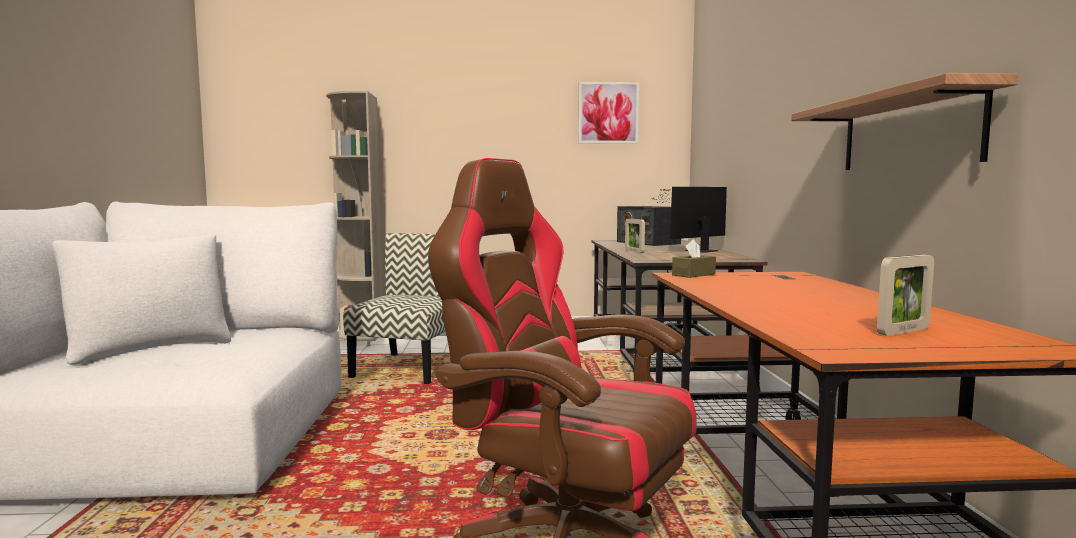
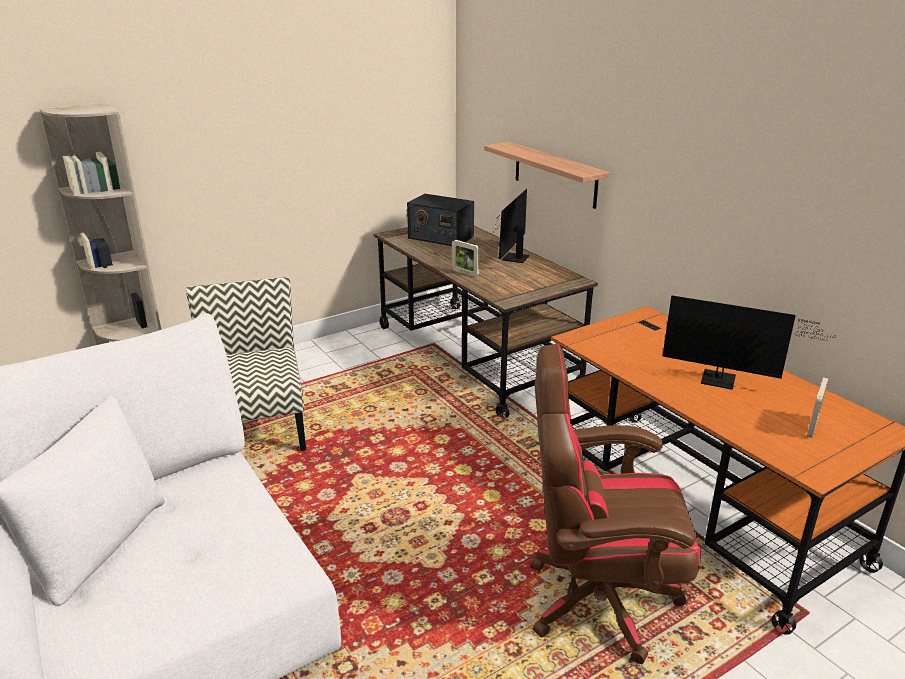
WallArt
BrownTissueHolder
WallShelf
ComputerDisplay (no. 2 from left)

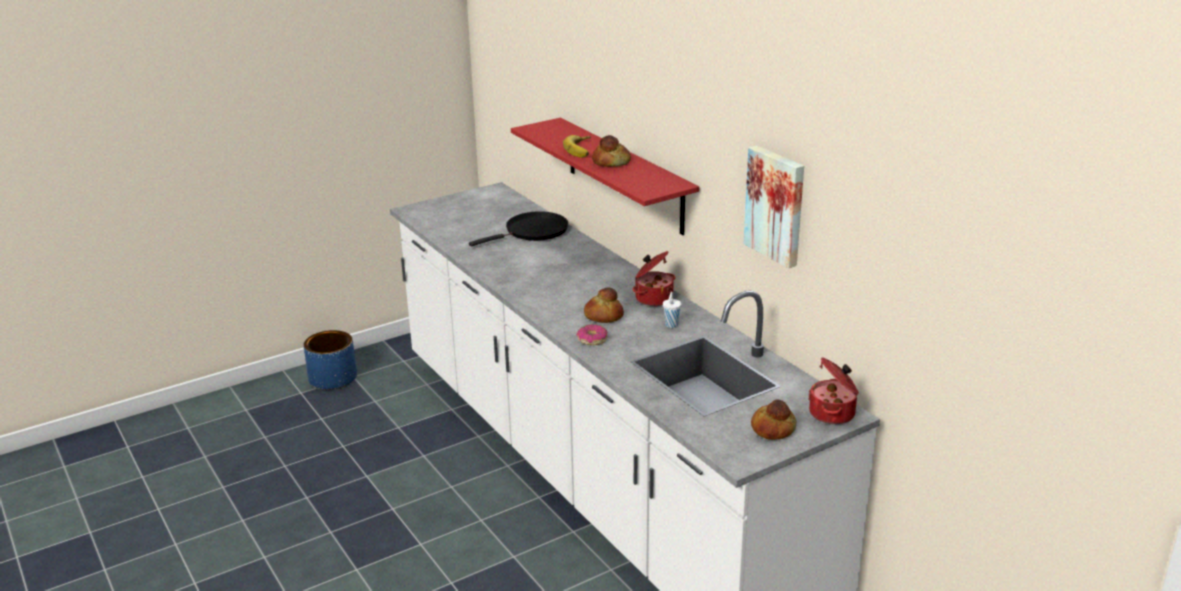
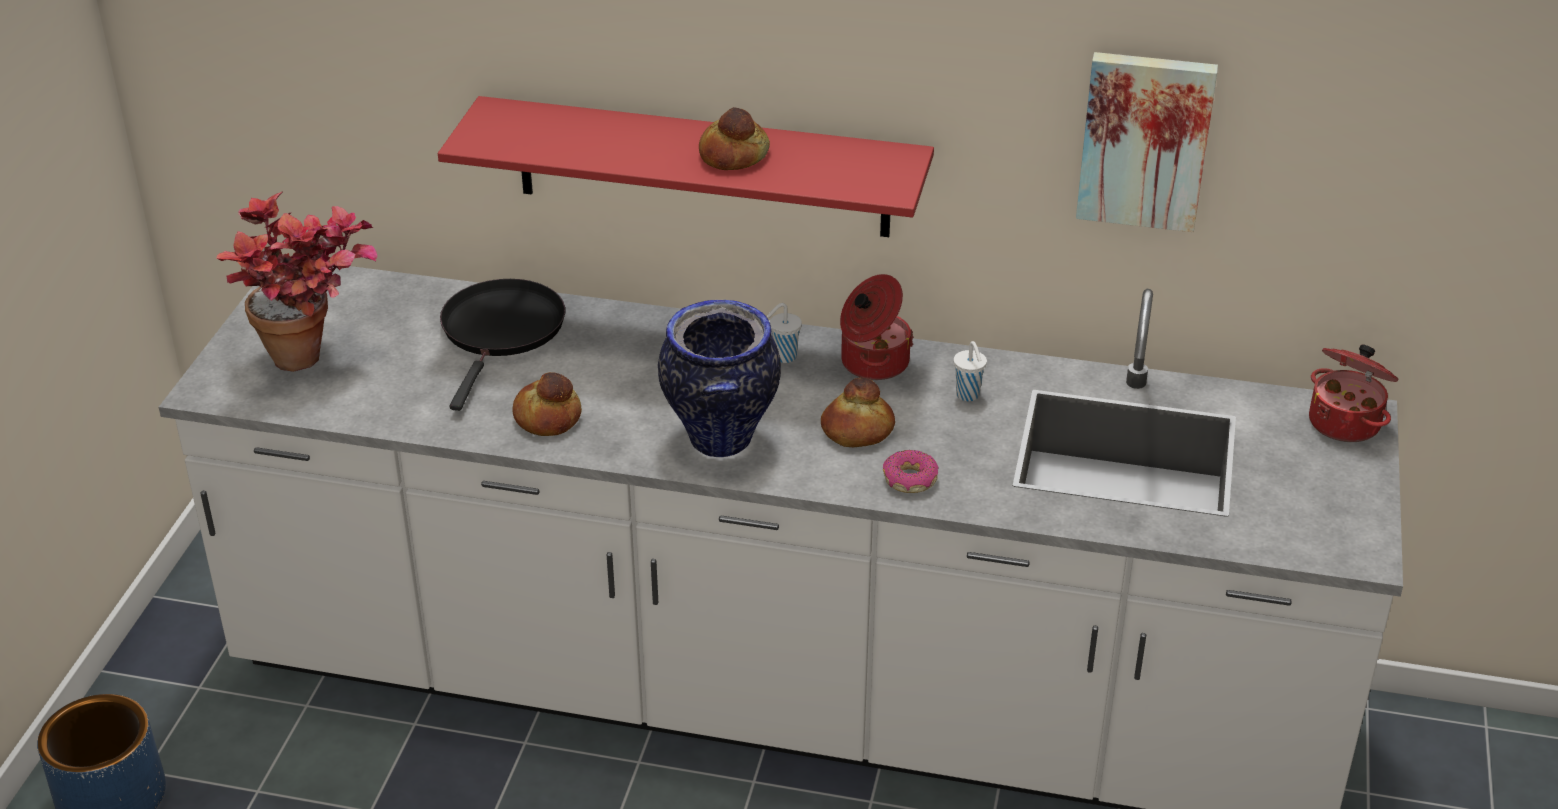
BananaFruit
BakeryBread (no. 1 from left)
Houseplant
FlowerVase
WhiteCup (no. 1 from left)

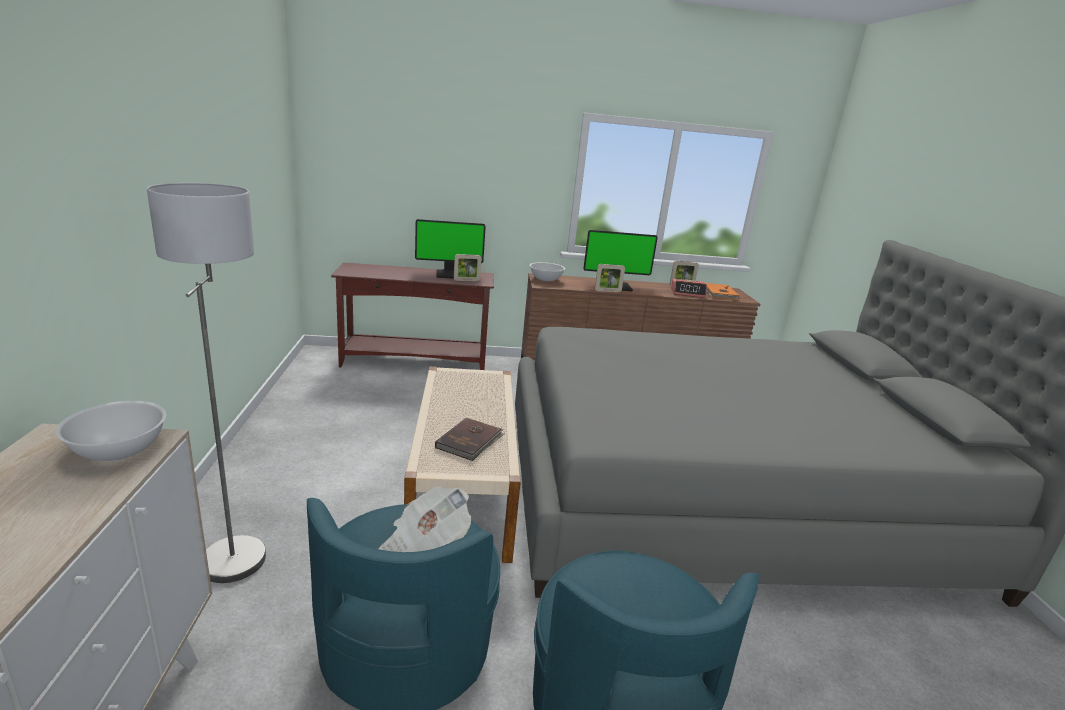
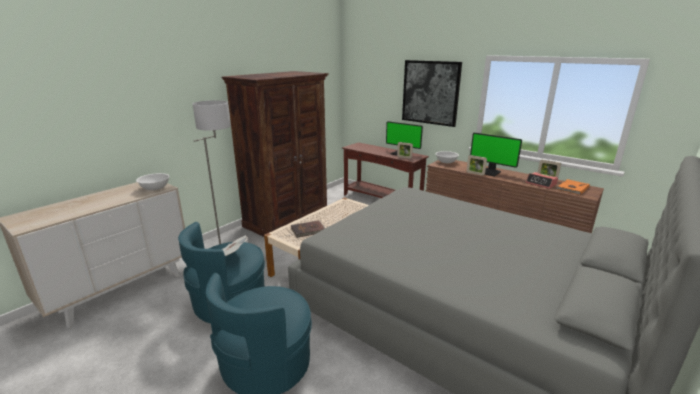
BrownClothesCupboard
WallArt

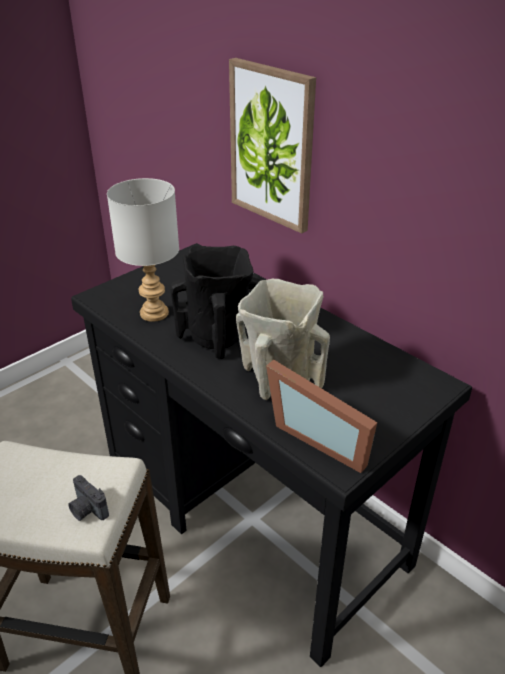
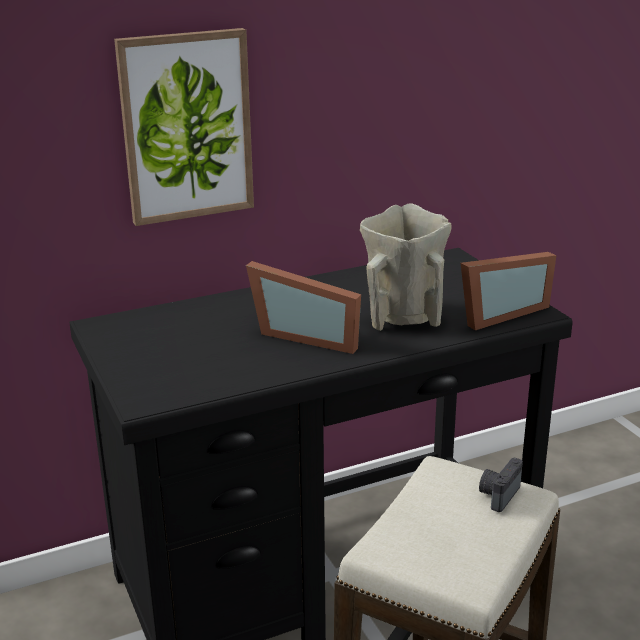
PhotoCamera
GreyishTableLamp
PictureFrame (no. 1 from left)

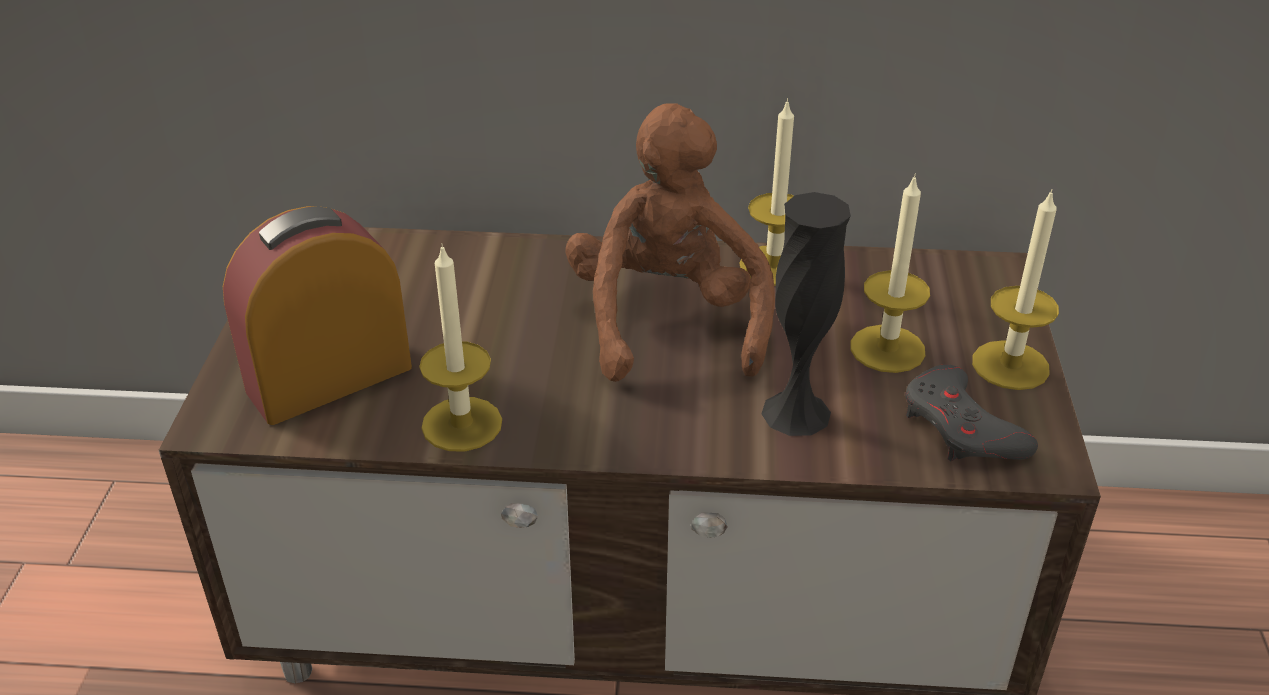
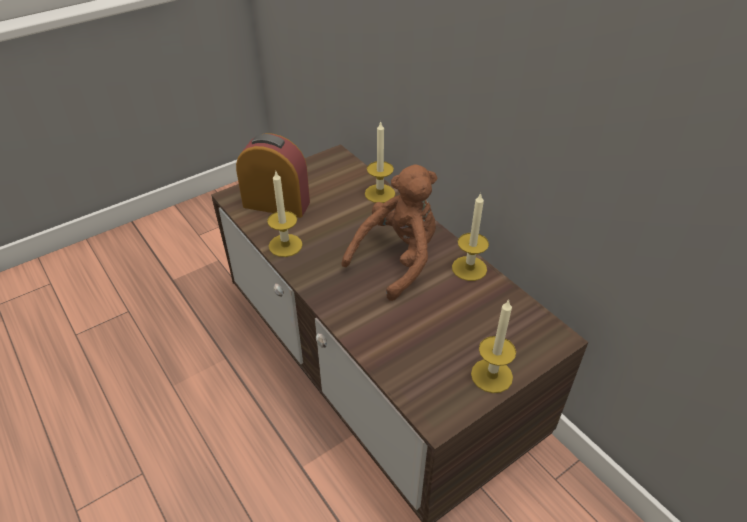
BlackishFlowerVase
Candle (no. 2 from left)
GreyishJoypad

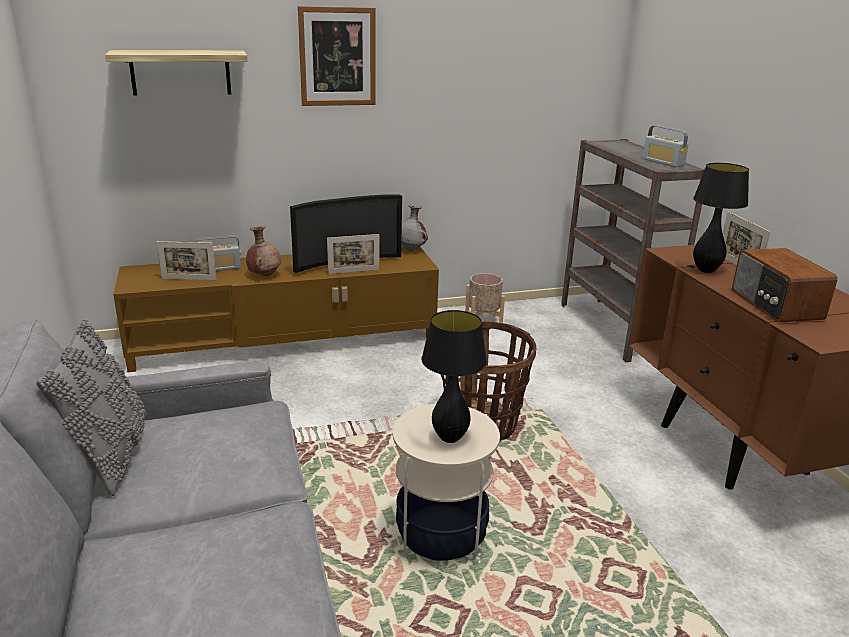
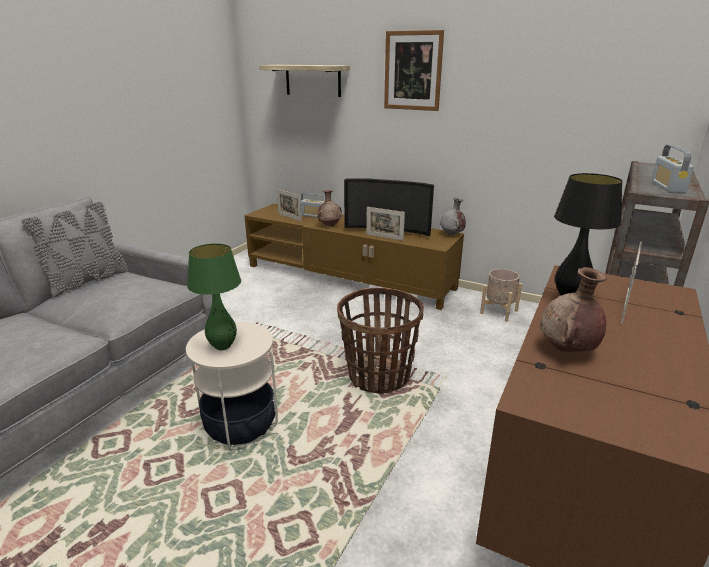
GreenishTableLamp
BrownFlowerVase (no. 2 from left)

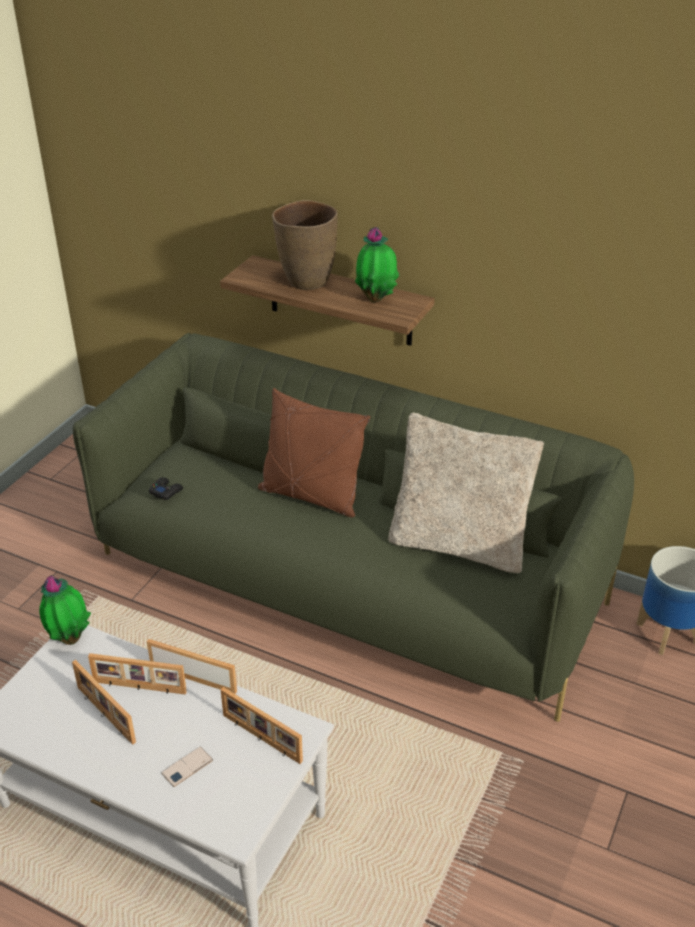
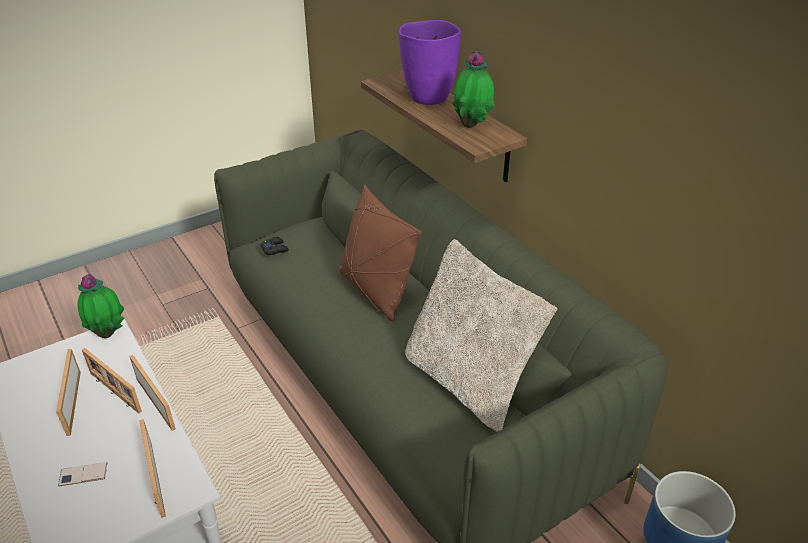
PurpleFlowerVase

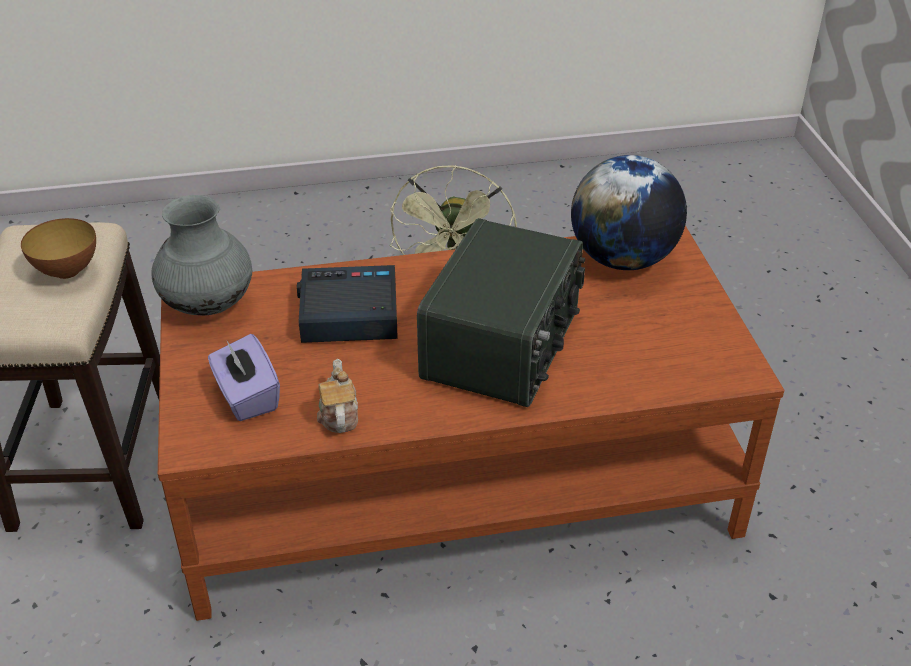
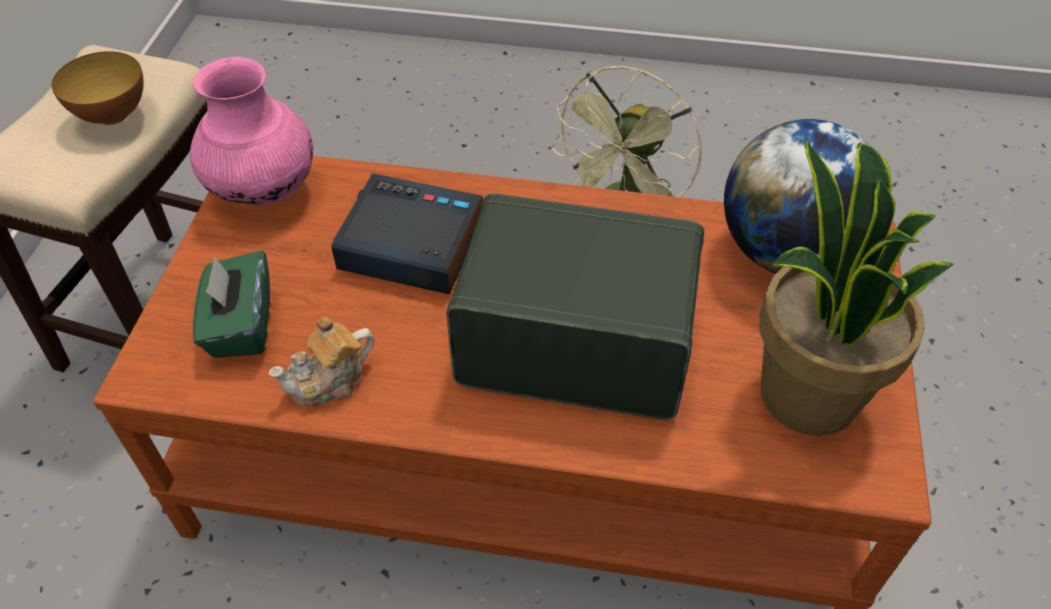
PinkishFlowerVase
GreenishTissueHolder
PotForTea
RadioReceiver
Houseplant

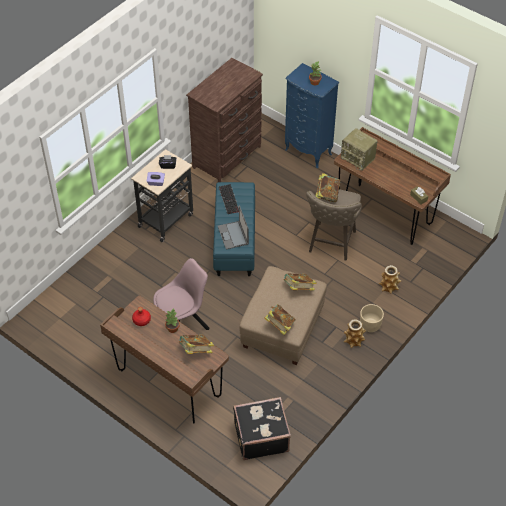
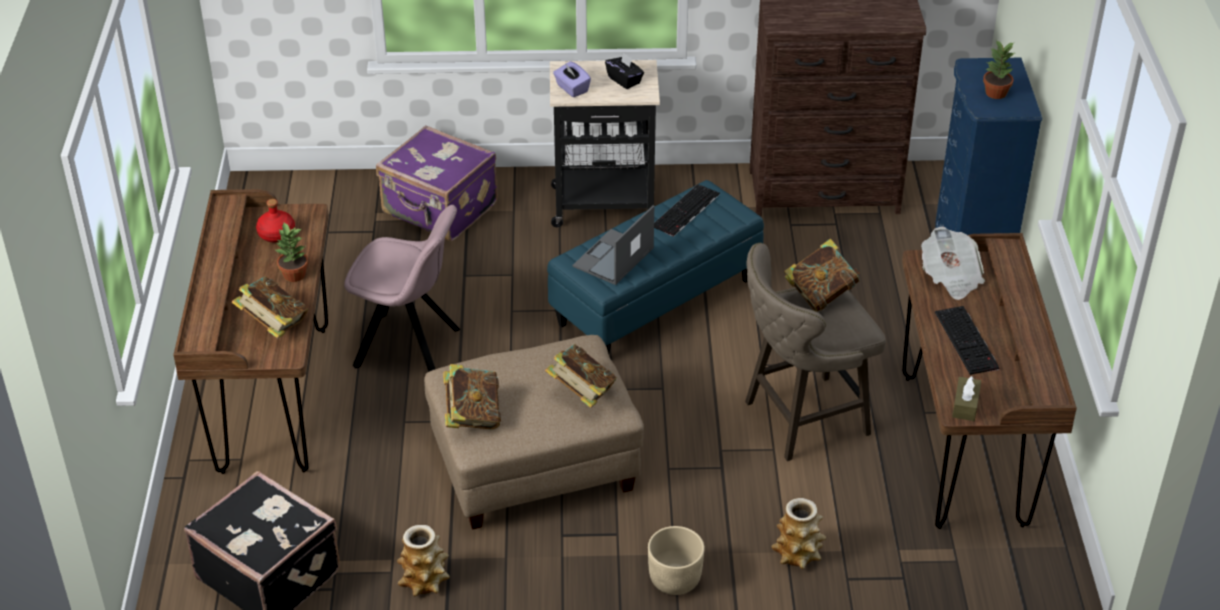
Newspaper
FlowerVase (no. 1 from left)
PurpleTravelCase
PcKeyboard (no. 2 from left)

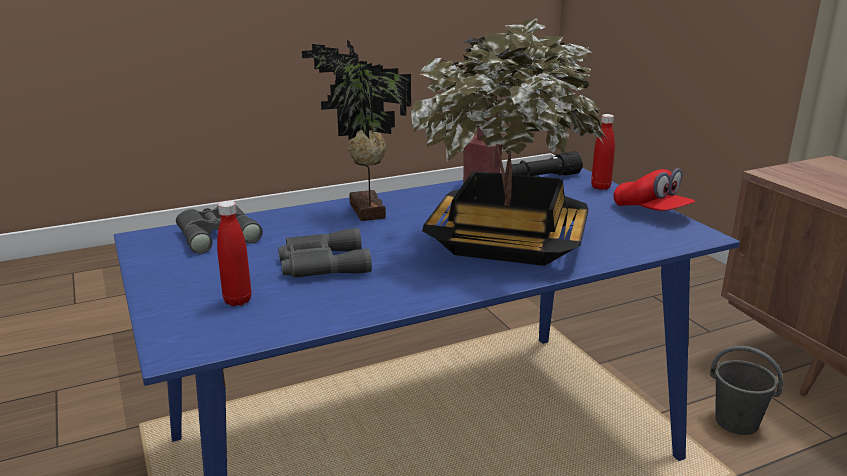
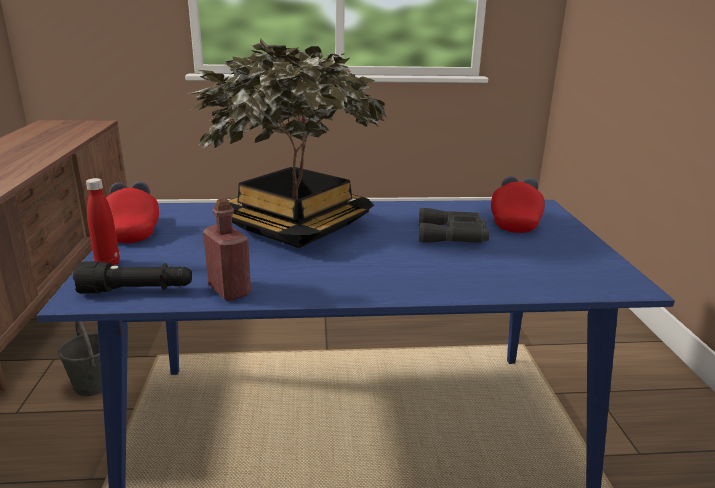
GreyishBinoculars (no. 1 from left in the first image)
RedColouredPeakedCap (no. 2 from left)
Houseplant (no. 1 from left in the first image)

